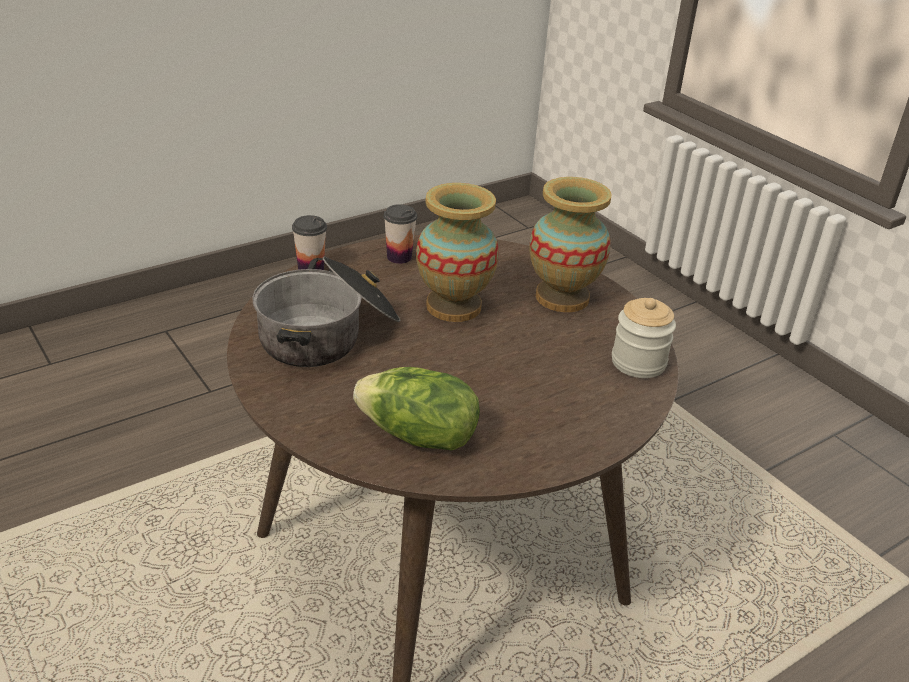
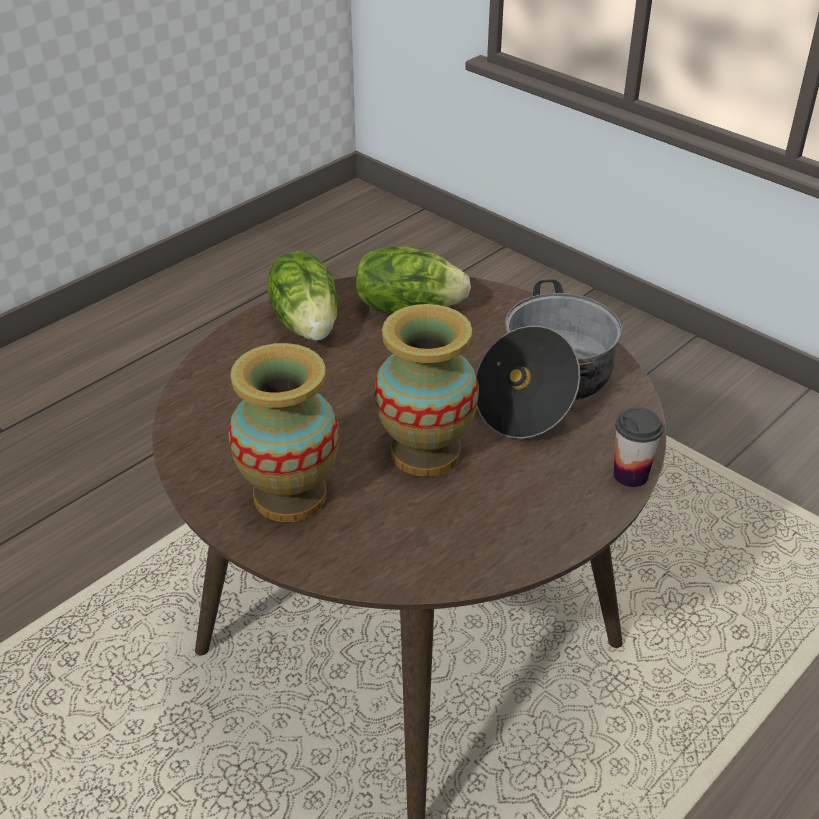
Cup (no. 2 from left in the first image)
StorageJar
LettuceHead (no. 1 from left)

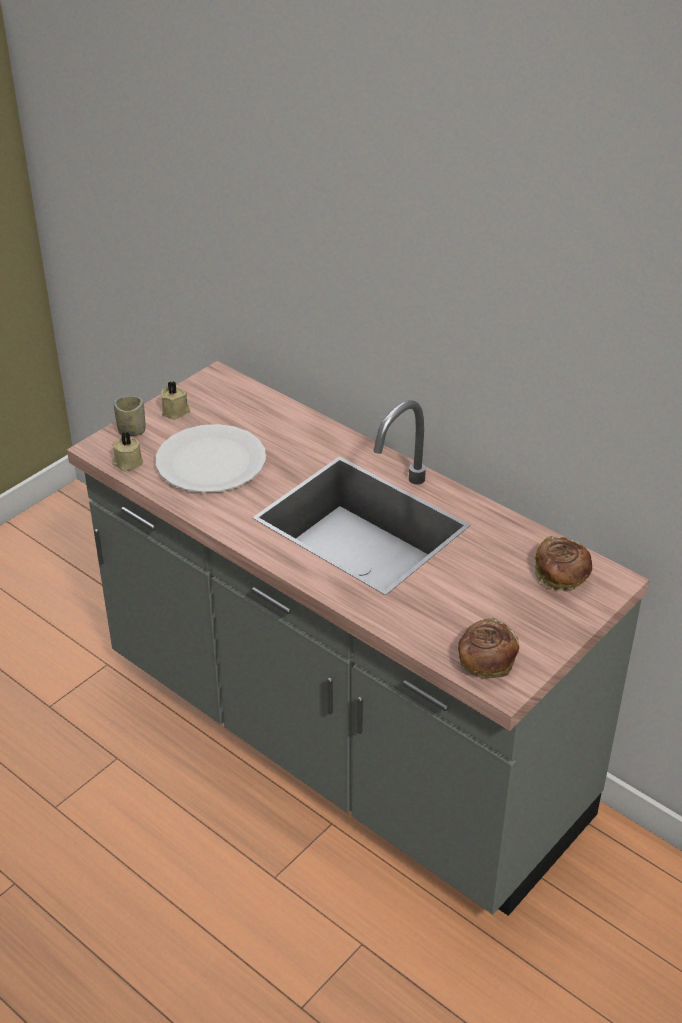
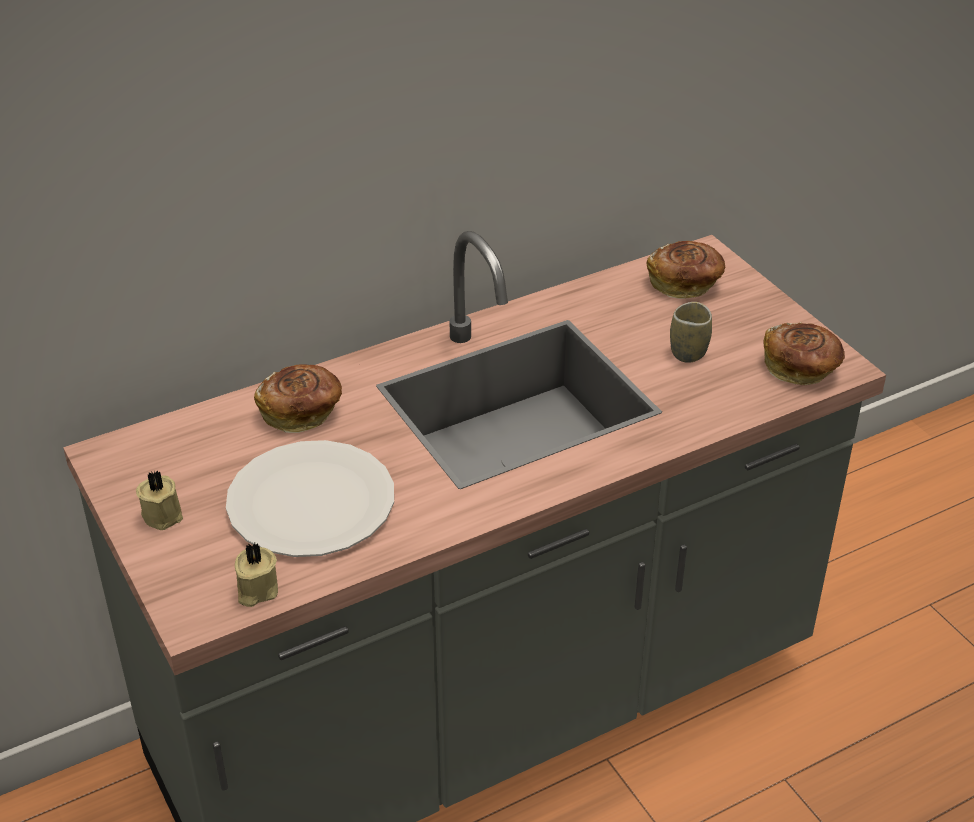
Cup
BakeryBread (no. 1 from left)

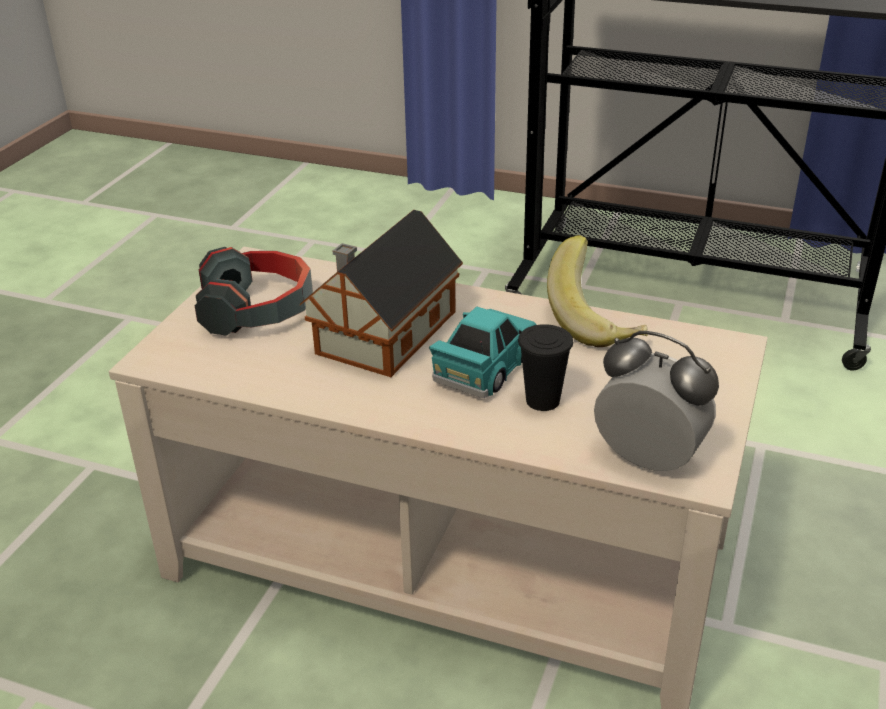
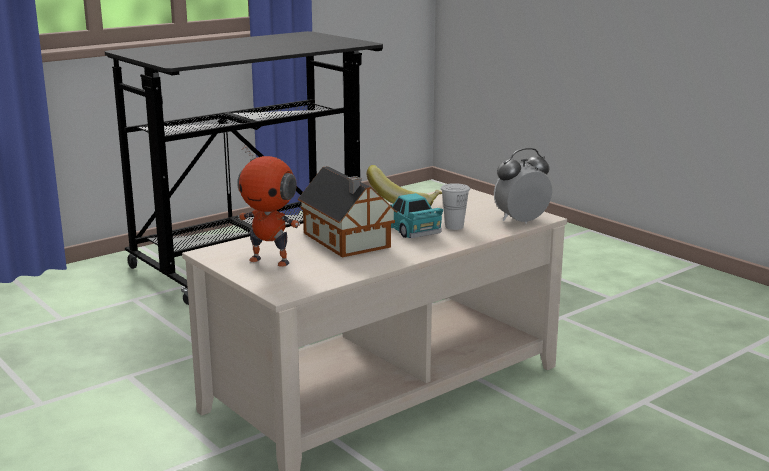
ModelRobot
WhiteCup

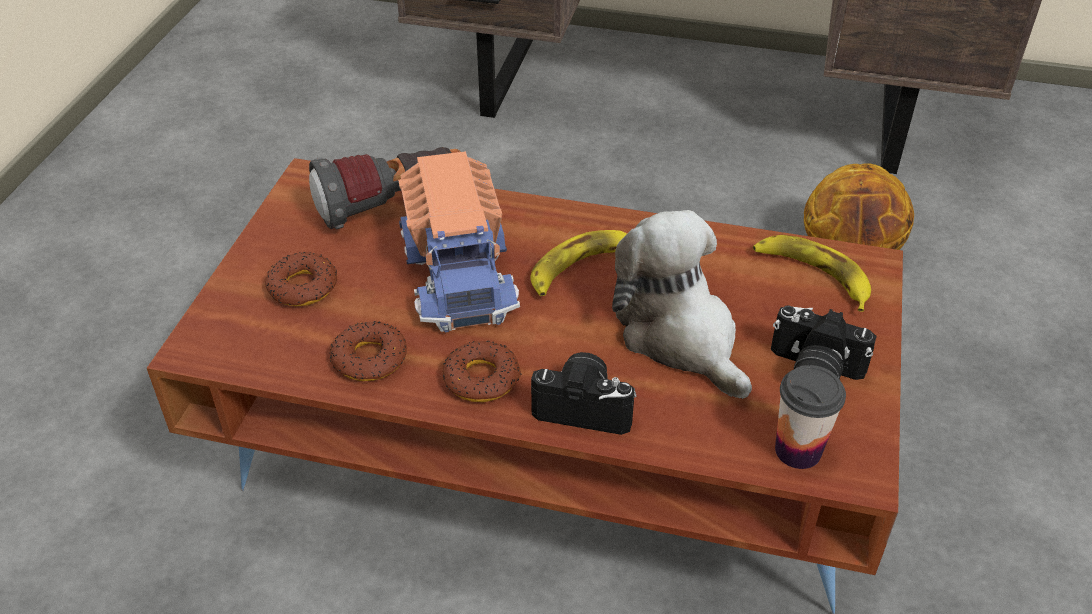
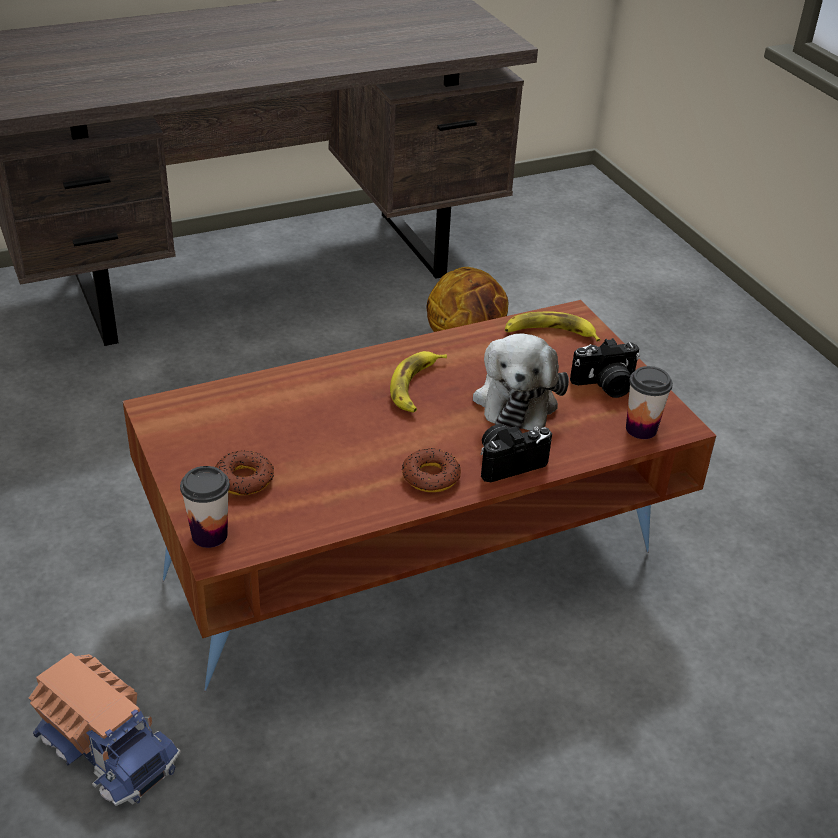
HandTorch
Donut (no. 2 from left in the first image)
ModelTruck
SoftToy
Cup (no. 1 from left)

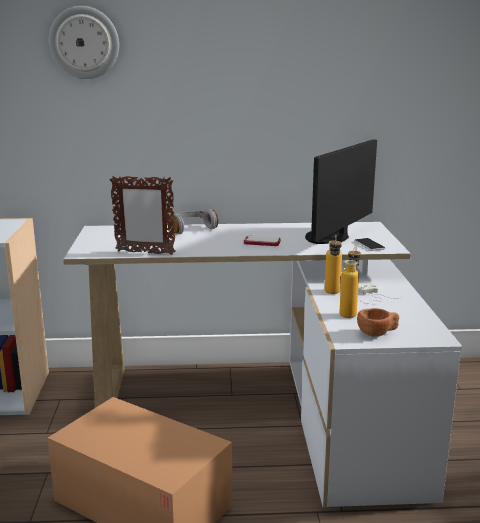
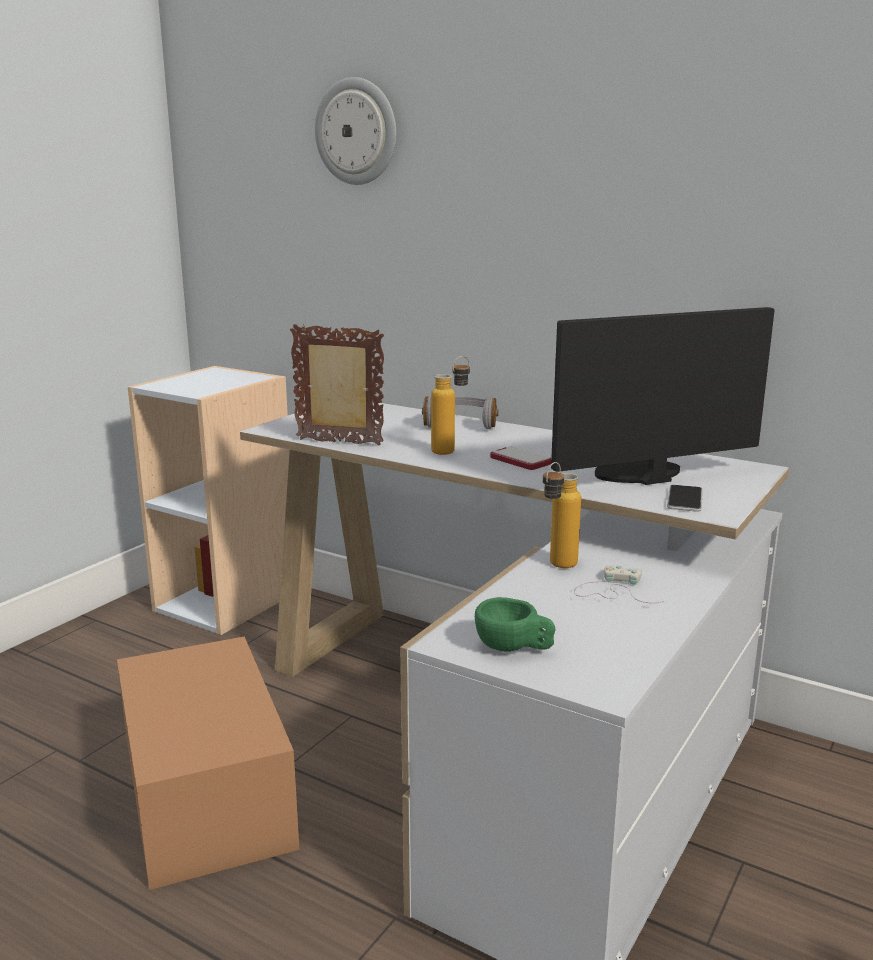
PictureFrame
DrinkBottle (no. 1 from left)
GreenishCup

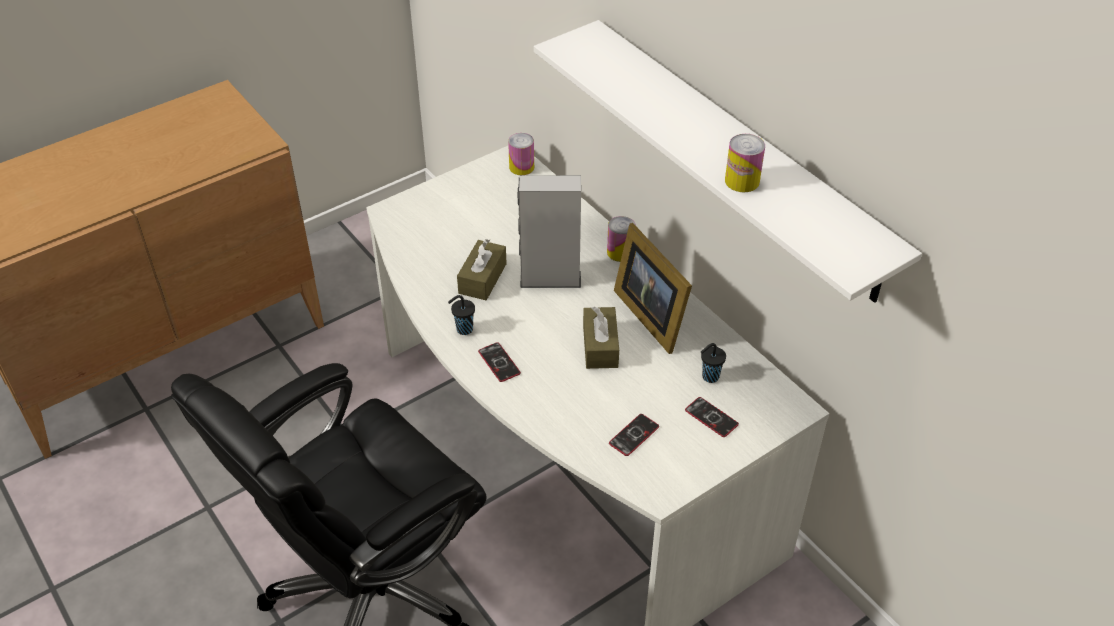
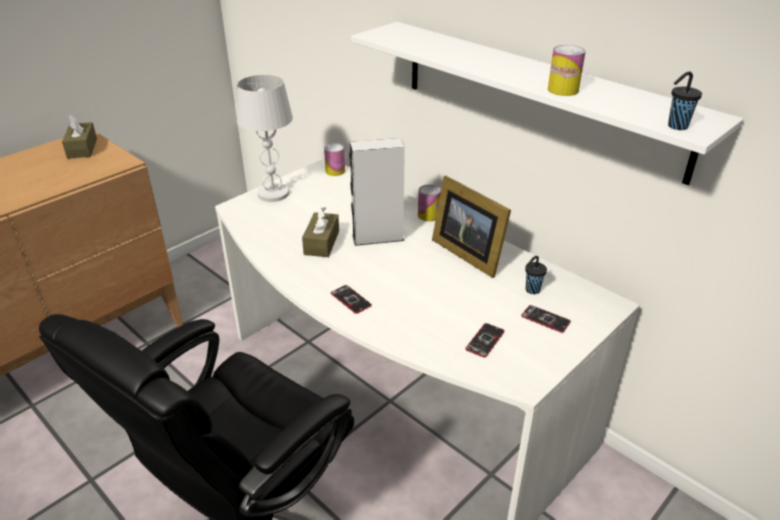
BlackishCup (no. 2 from left)
BrownTissueHolder (no. 1 from left)
WhiteTableLamp

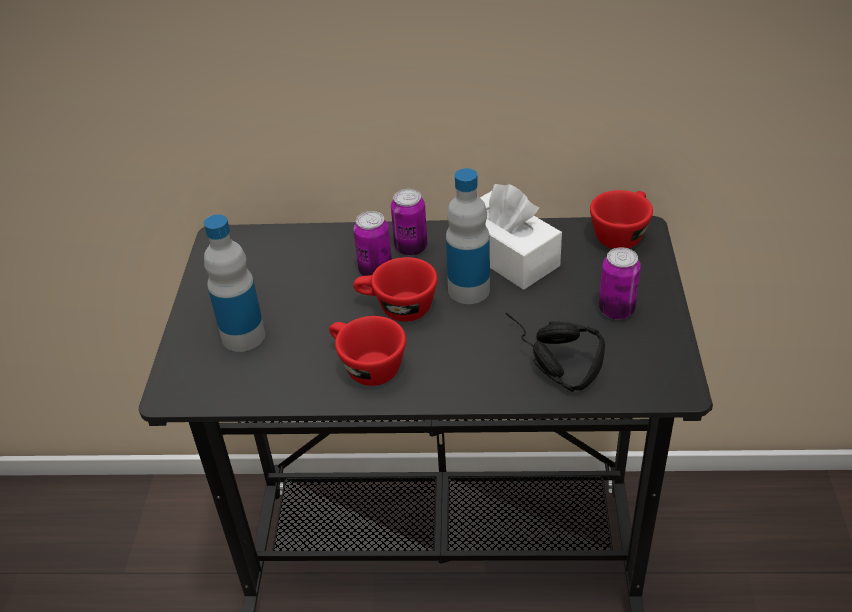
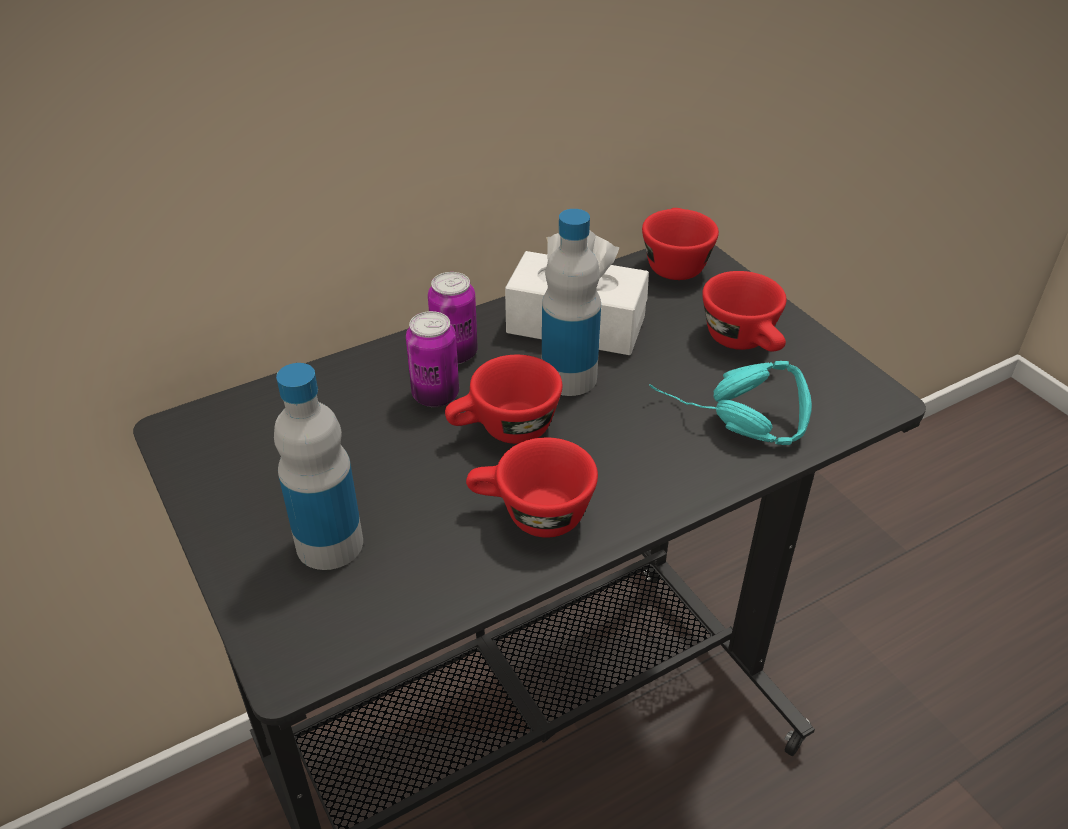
TurquoiseHeadset
RedColouredCup (no. 4 from left)

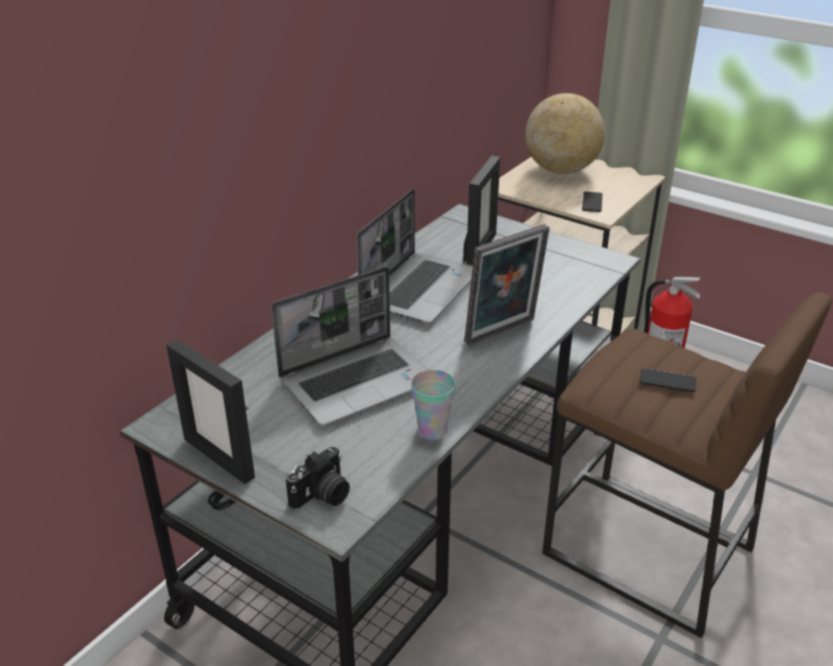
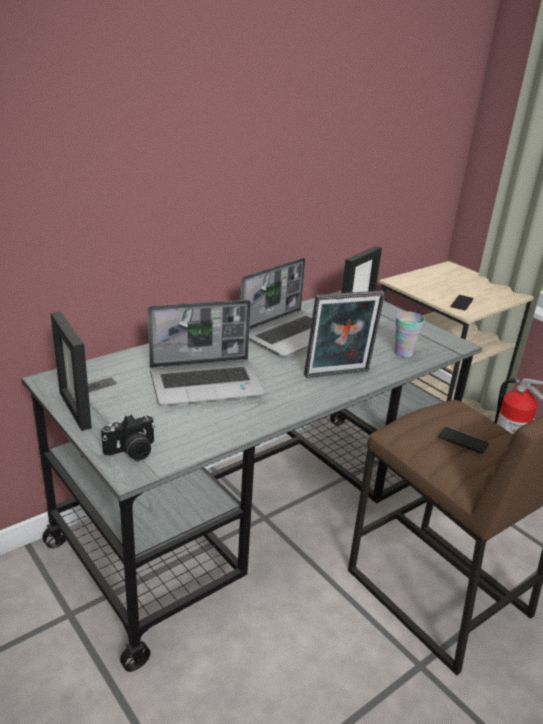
Cup
WorldGlobe

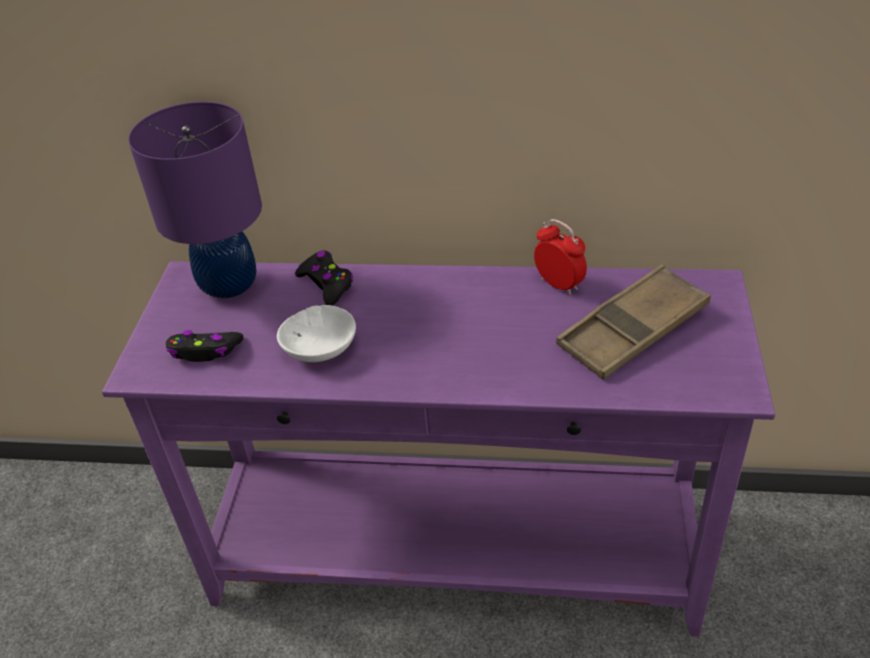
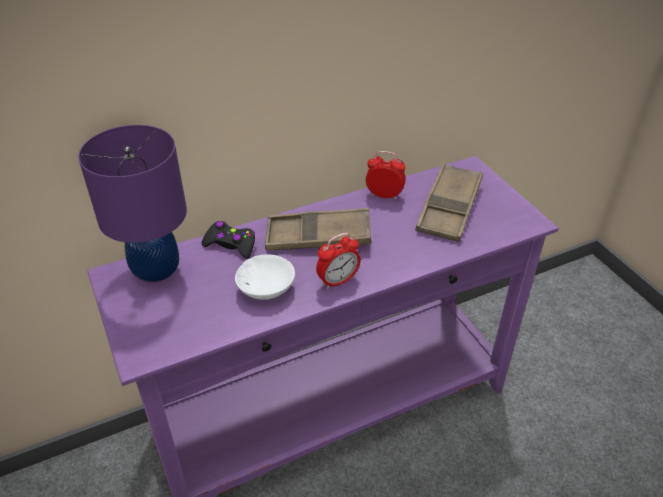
BlackishJoypad (no. 1 from left in the first image)
BrownServingTray (no. 1 from left)
TableClock (no. 1 from left)

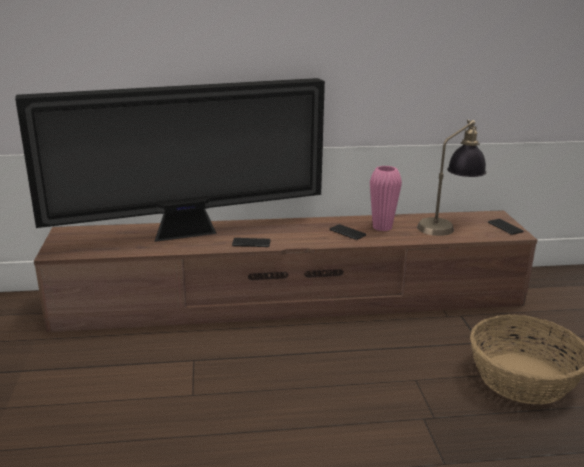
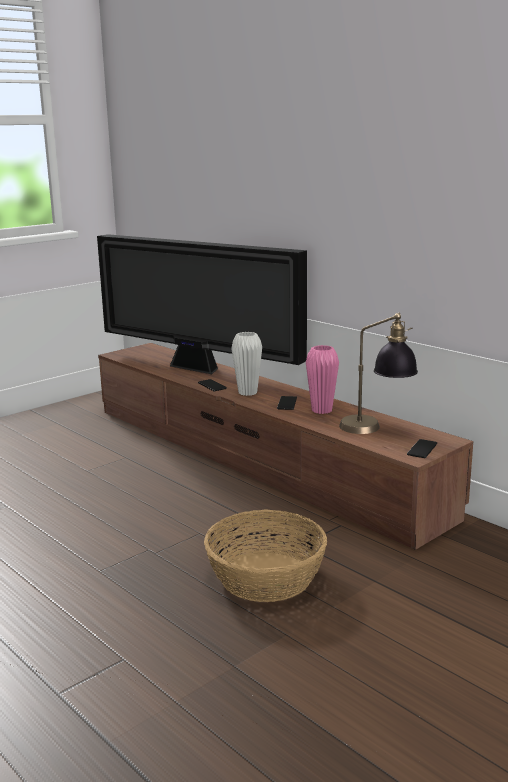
WhiteFlowerVase

